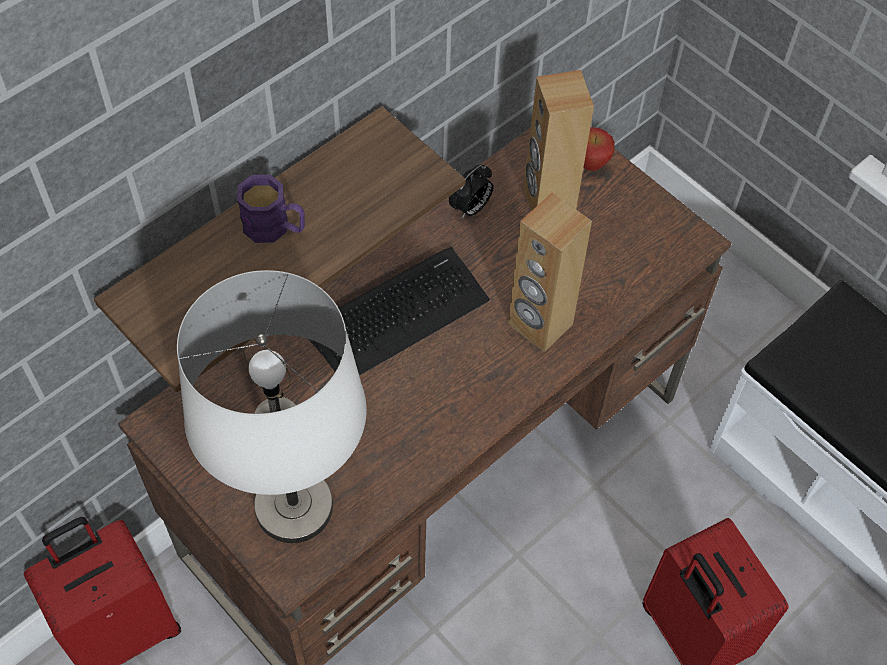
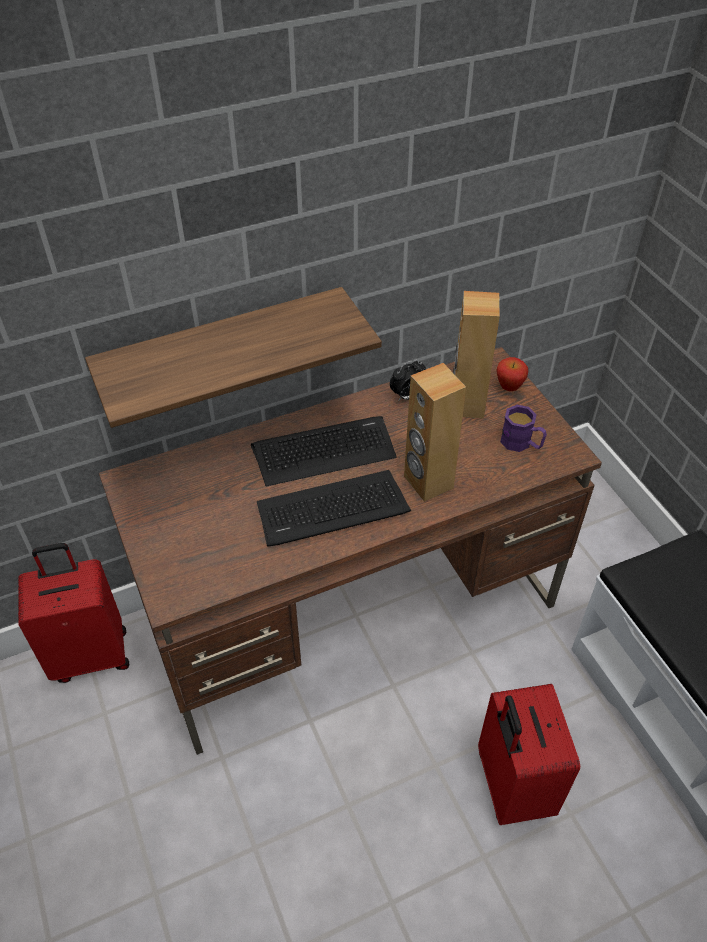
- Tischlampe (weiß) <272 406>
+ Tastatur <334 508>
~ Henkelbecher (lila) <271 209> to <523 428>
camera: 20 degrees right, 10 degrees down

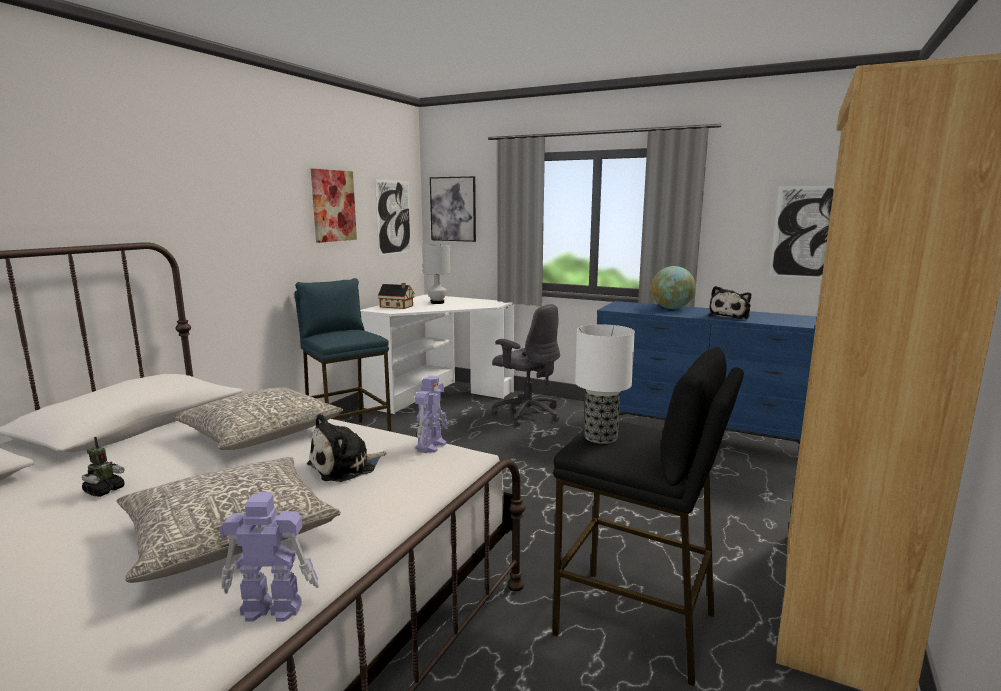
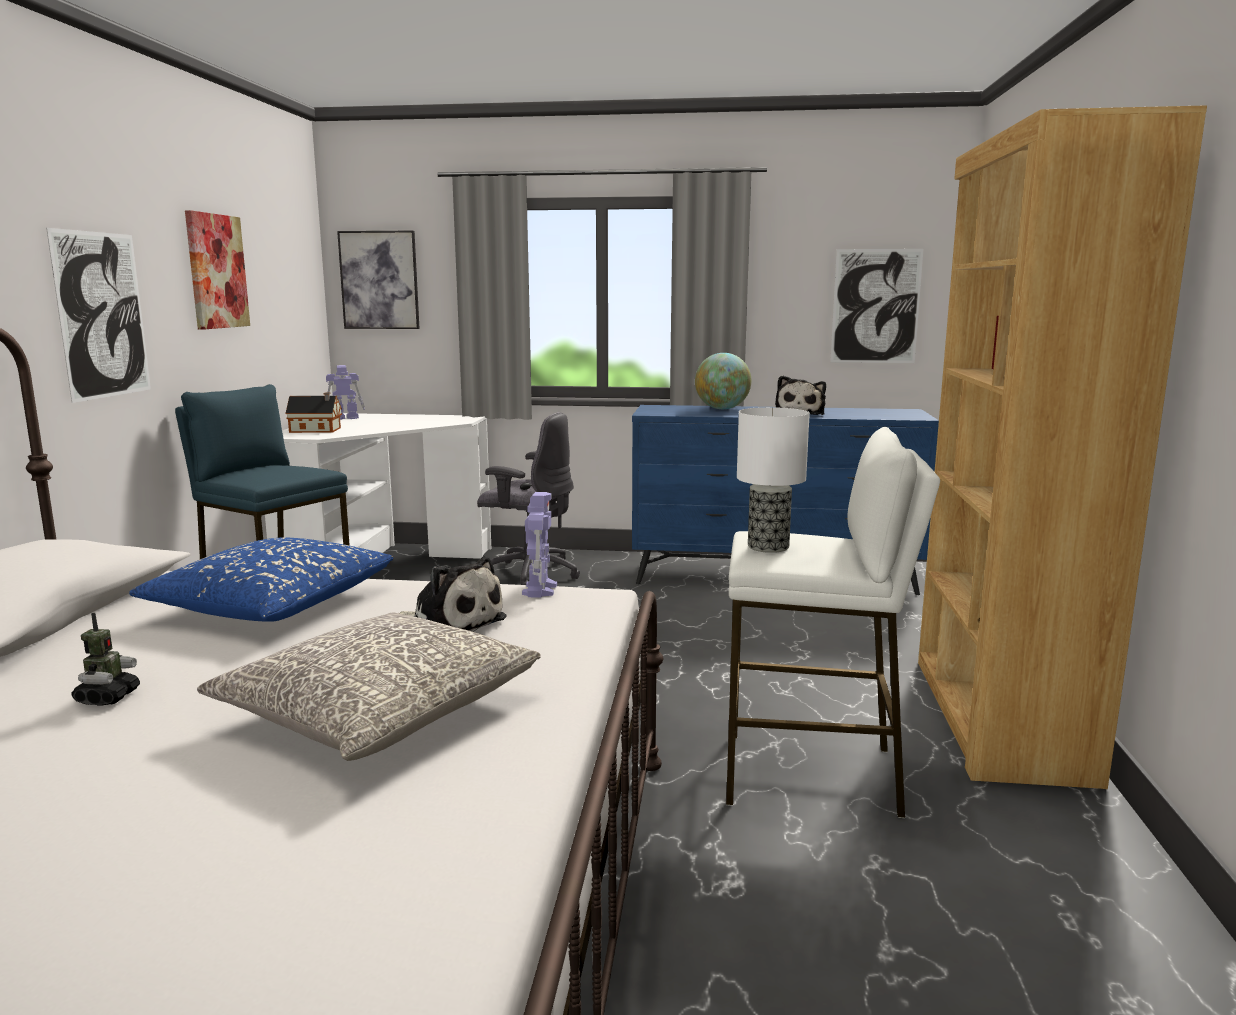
- Tischlampe (weiß) <436 274>
~ Spielzeugroboter <269 556> to <345 392>
~ Bild <393 217> to <98 315>
~ Kissen (grau) <258 418> to Kissen (blau) <261 579>
~ Hocker (schwarz) <648 516> to Hocker (weiß) <833 622>
~ Plüschtier <347 447> = <453 594> 90 degrees counterclockwise
camera: 20 degrees left, 0 degrees up

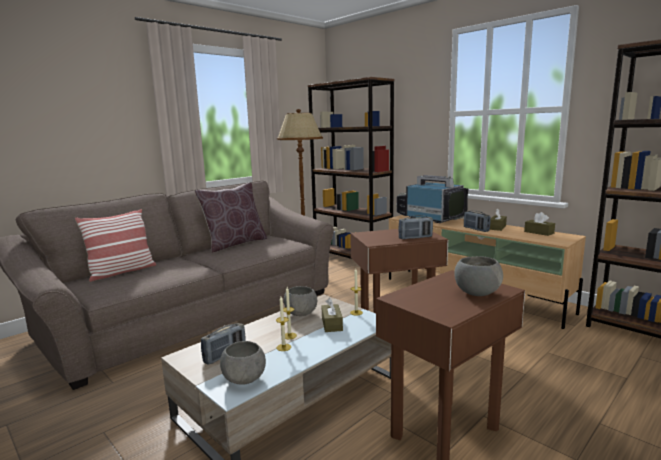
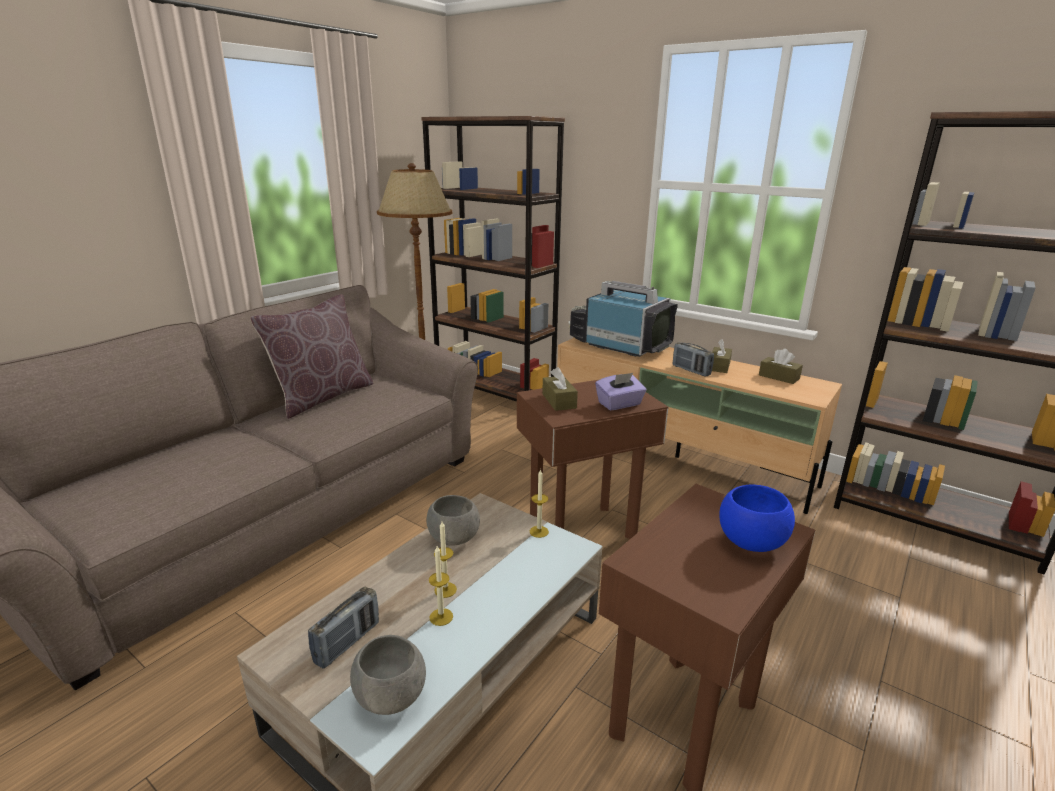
- Kissen <115 245>
~ Taschentuchbox (braun) <332 315> to <560 389>
~ Radio <415 227> to Taschentuchbox (lila) <621 391>
~ Schüssel (grau) <478 276> to Schüssel (blau) <757 518>
camera: 10 degrees left, 10 degrees up

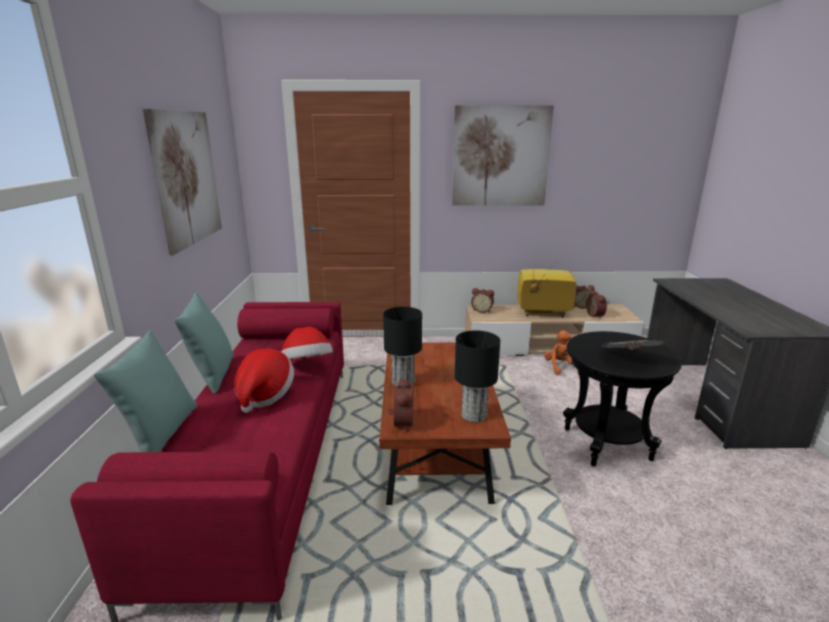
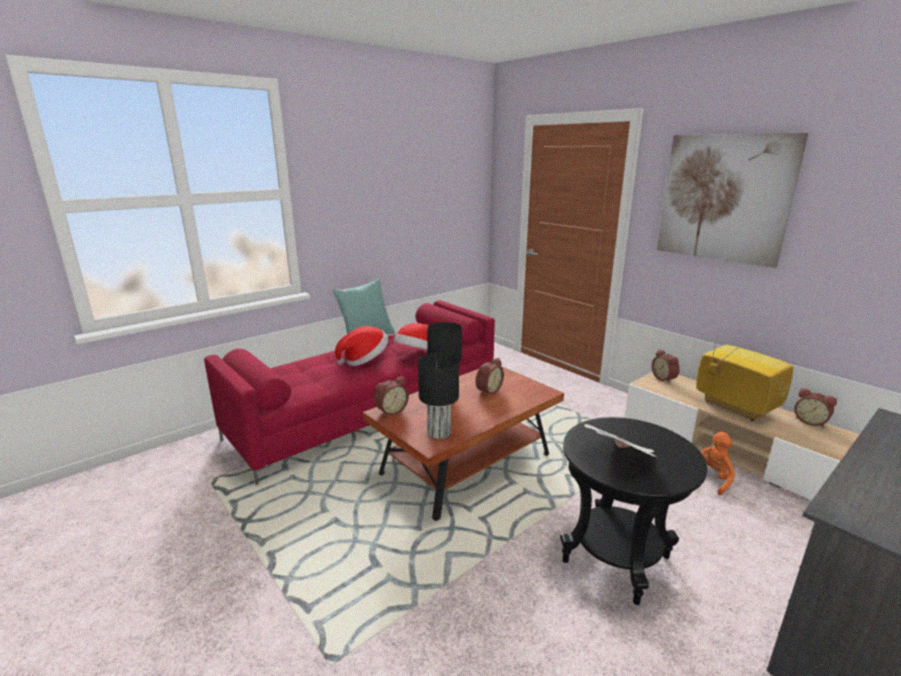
- Kissen (türkis) <145 391>
- Bild <182 182>
~ Wecker <596 304> to <490 377>
camera: 50 degrees right, 0 degrees up

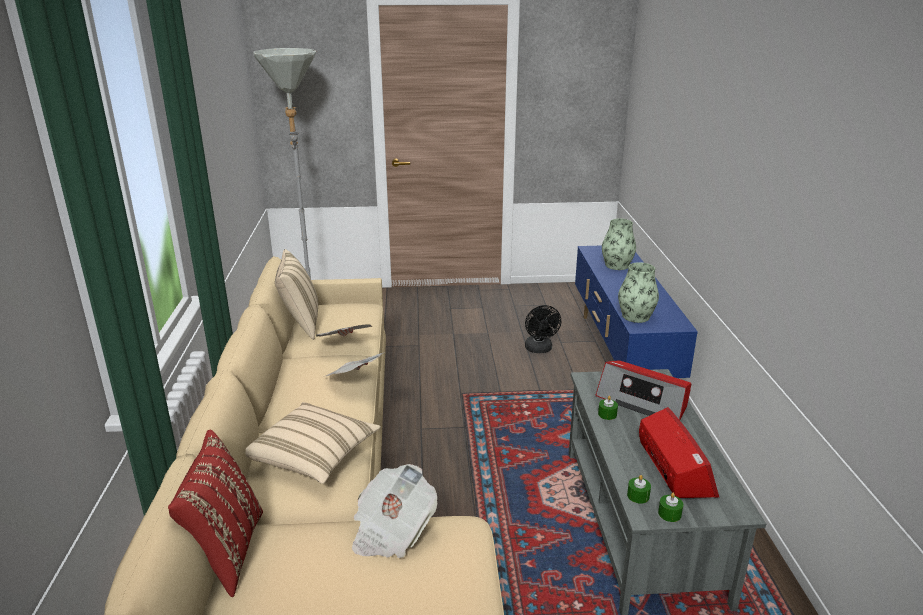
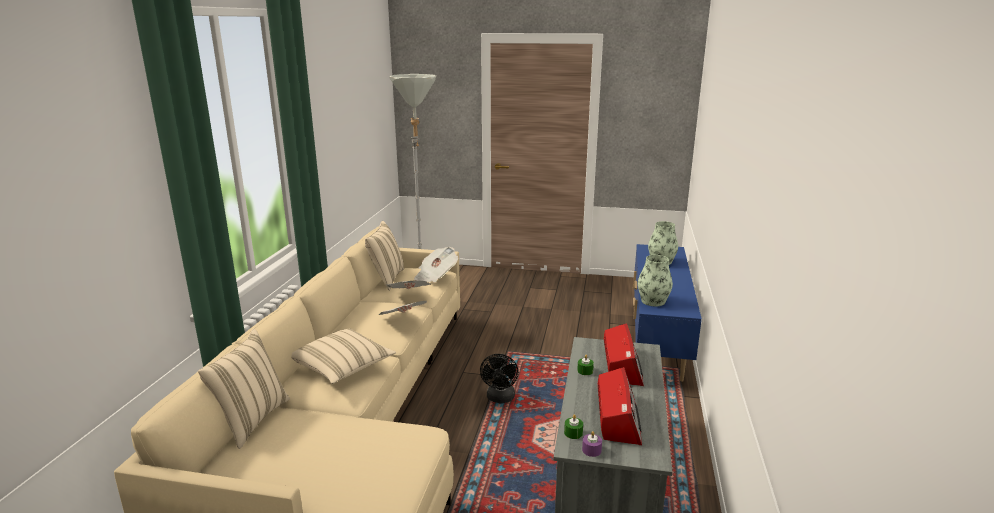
~ Zeitung <395 511> to <436 264>
~ Ventilator (schwarz) <543 329> to <499 378>
~ Kissen (rot) <215 513> to Kissen (beige) <244 389>
~ Kerze (grün) <670 507> to Kerze (lila) <592 444>
~ Radio <643 390> = <624 354> 135 degrees counterclockwise
camera: 15 degrees right, 5 degrees down

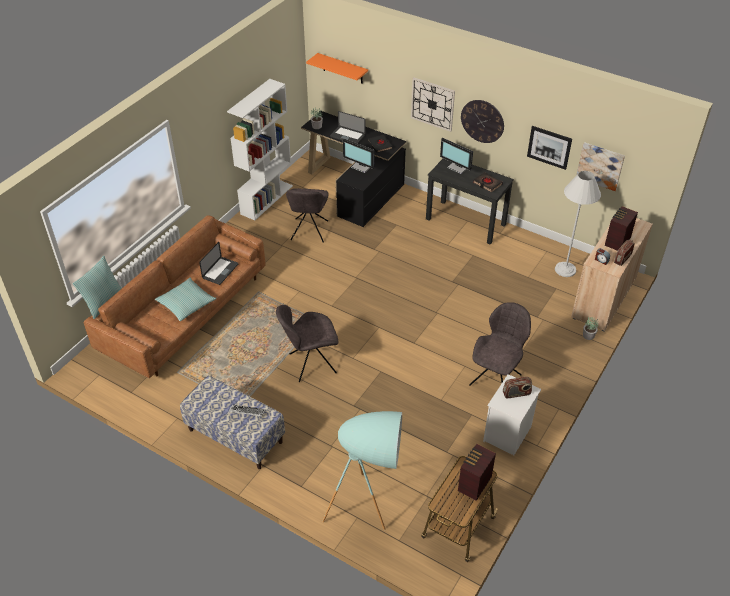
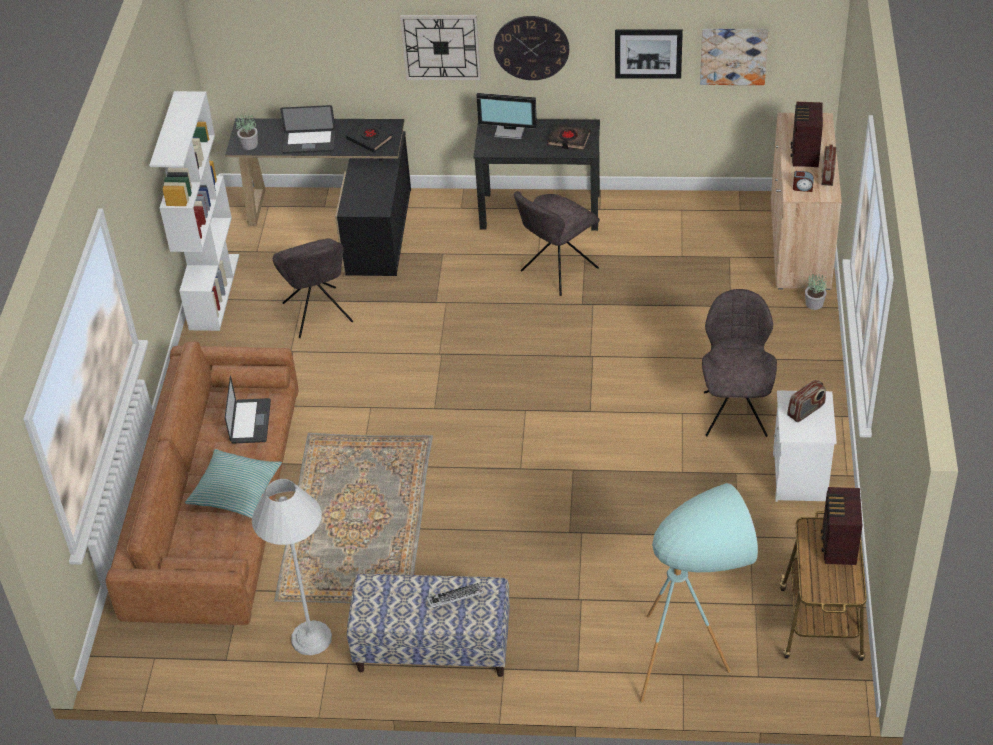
- Kissen <97 287>
- Wandregal (orange) <337 68>
- Monitor <359 156>
~ Stuhl (grau) <307 343> to <557 243>
~ Stehlampe (weiß) <578 224> to <292 567>
camera: 25 degrees left, 0 degrees up

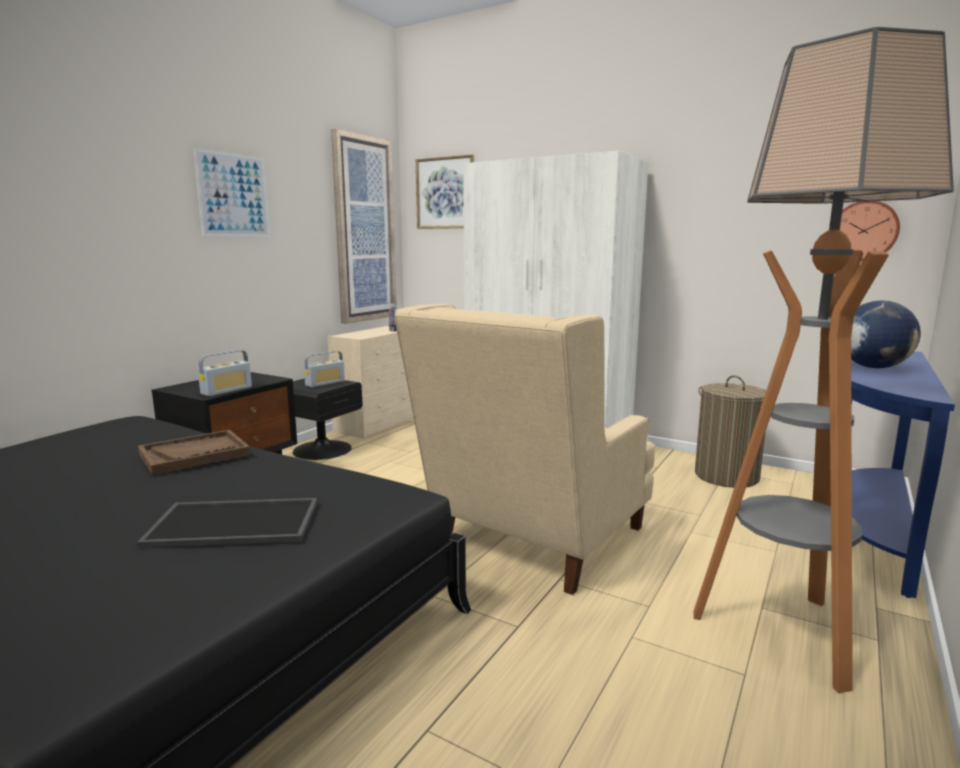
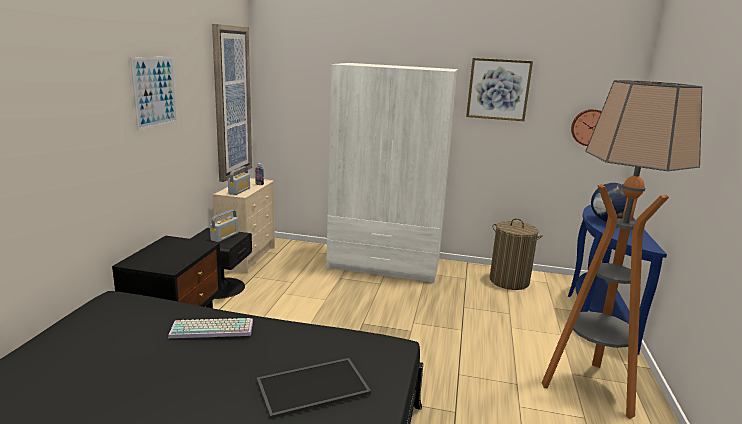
- Sessel (beige) <525 449>
~ Radio <225 373> to <239 181>
~ Bild <445 192> to <499 89>
~ Tablett (braun) <194 452> to Tastatur <210 328>
camera: 20 degrees left, 5 degrees up

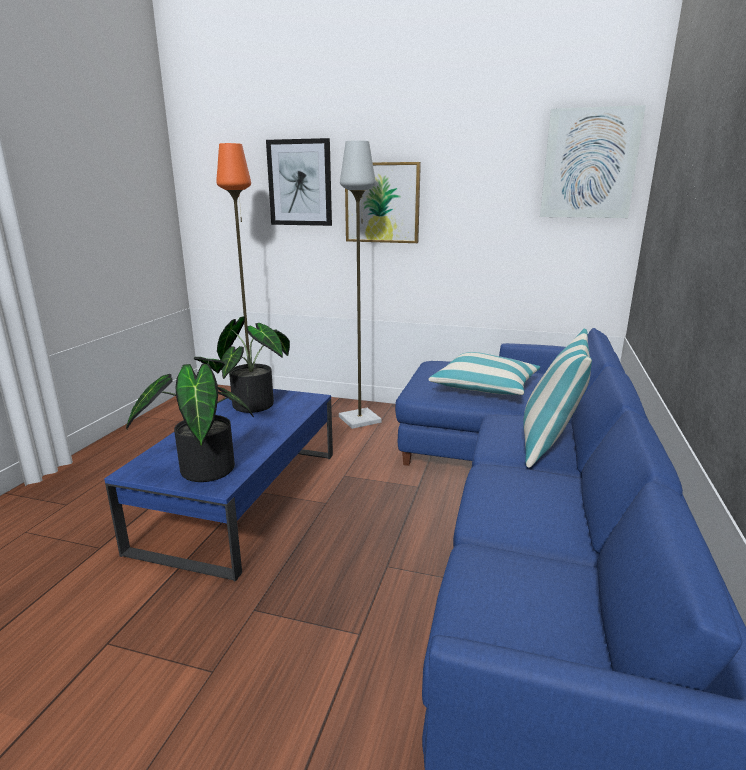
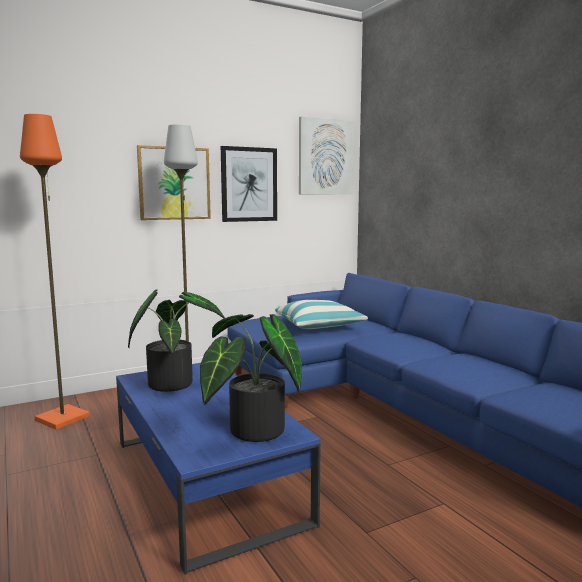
- Kissen <557 398>
~ Bild <299 182> to <249 184>
camera: 45 degrees left, 10 degrees down

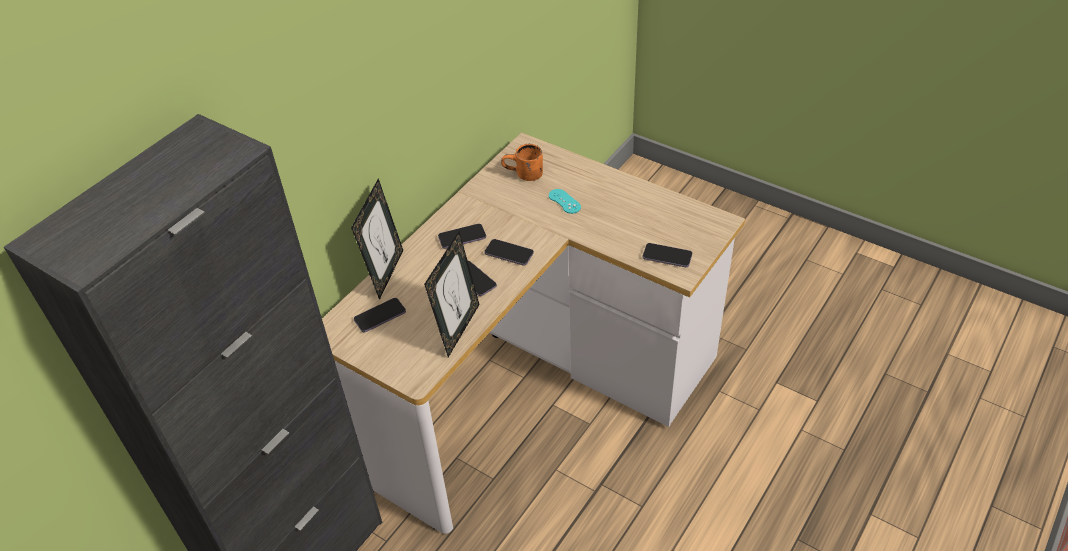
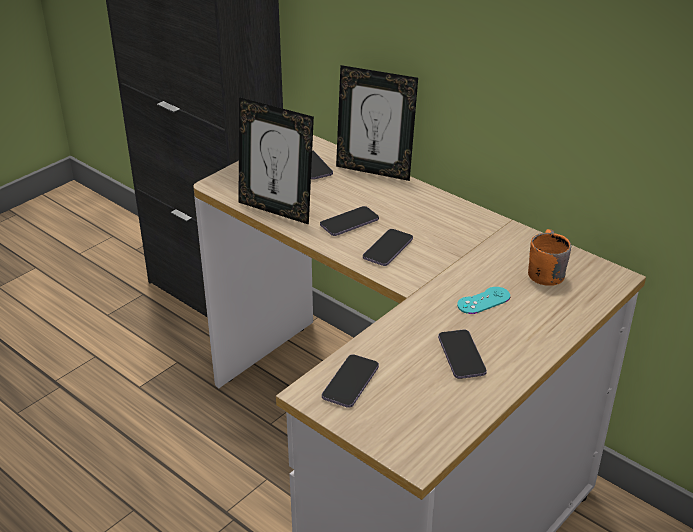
~ Handy <462 236> to <462 354>
camera: 95 degrees right, 10 degrees down

